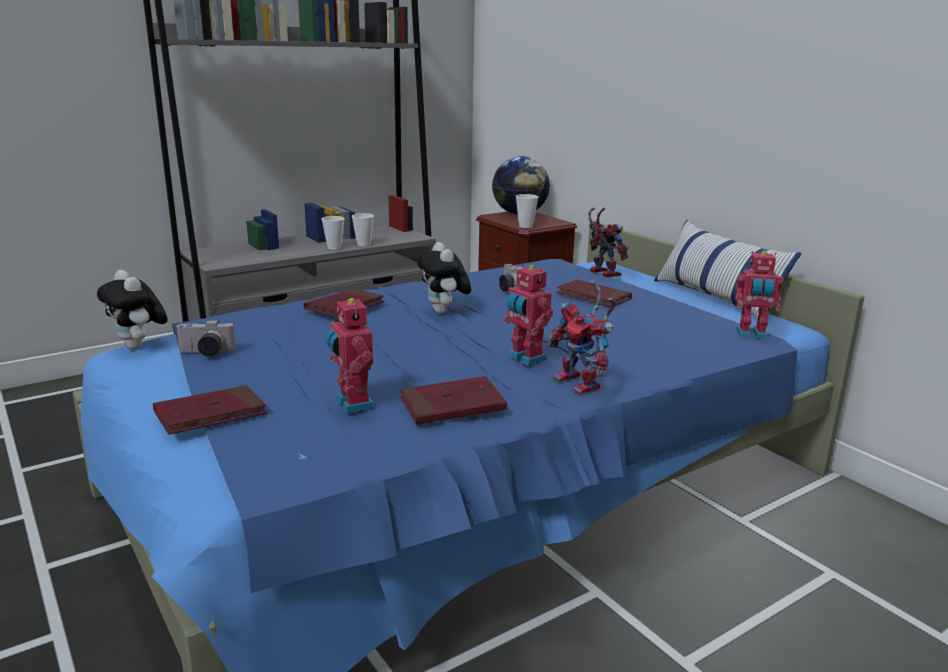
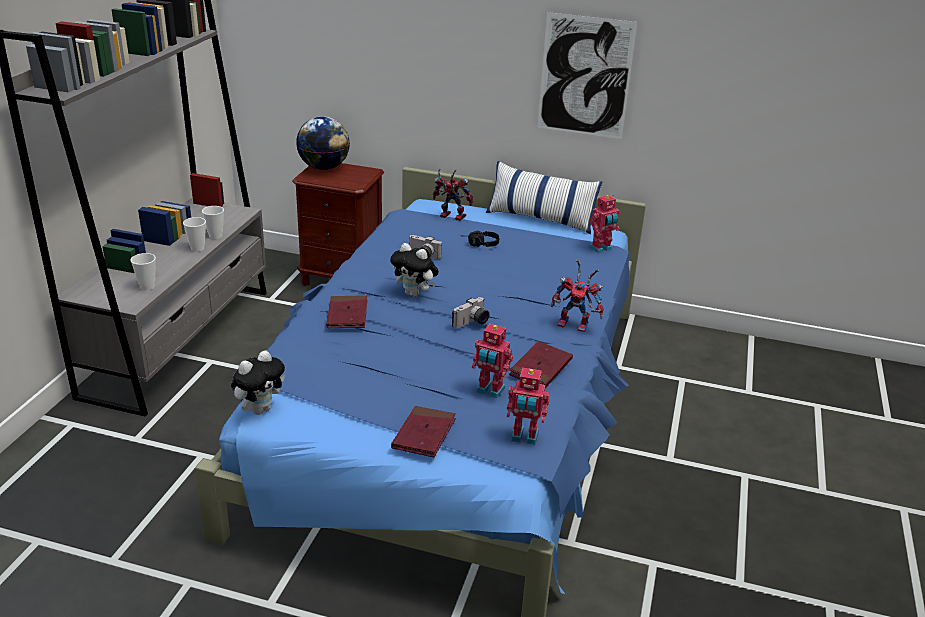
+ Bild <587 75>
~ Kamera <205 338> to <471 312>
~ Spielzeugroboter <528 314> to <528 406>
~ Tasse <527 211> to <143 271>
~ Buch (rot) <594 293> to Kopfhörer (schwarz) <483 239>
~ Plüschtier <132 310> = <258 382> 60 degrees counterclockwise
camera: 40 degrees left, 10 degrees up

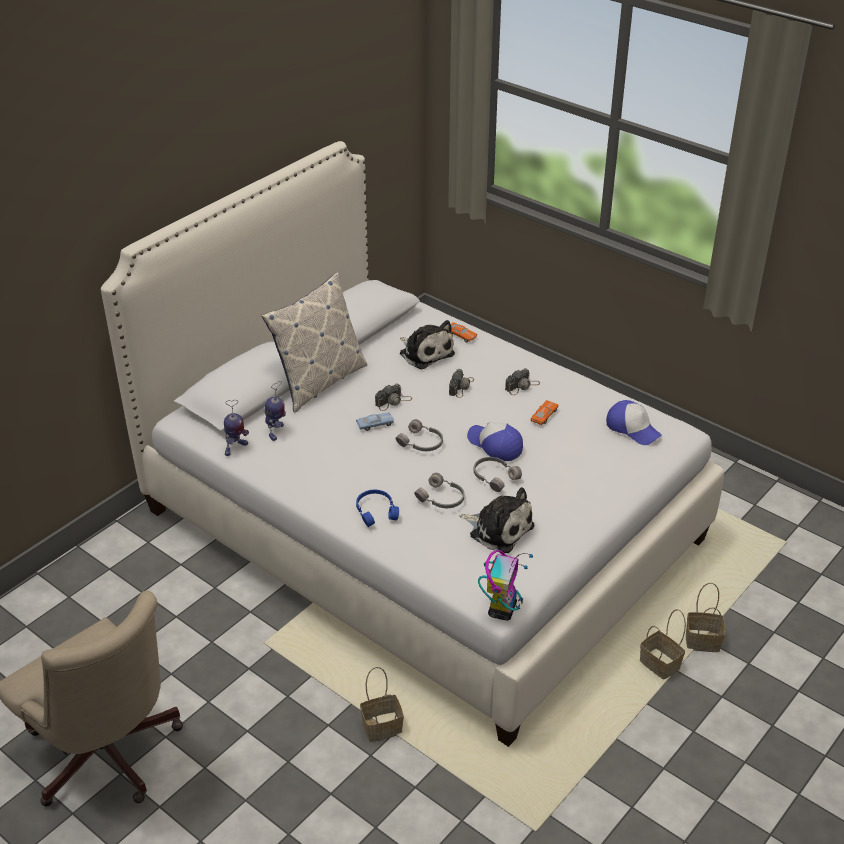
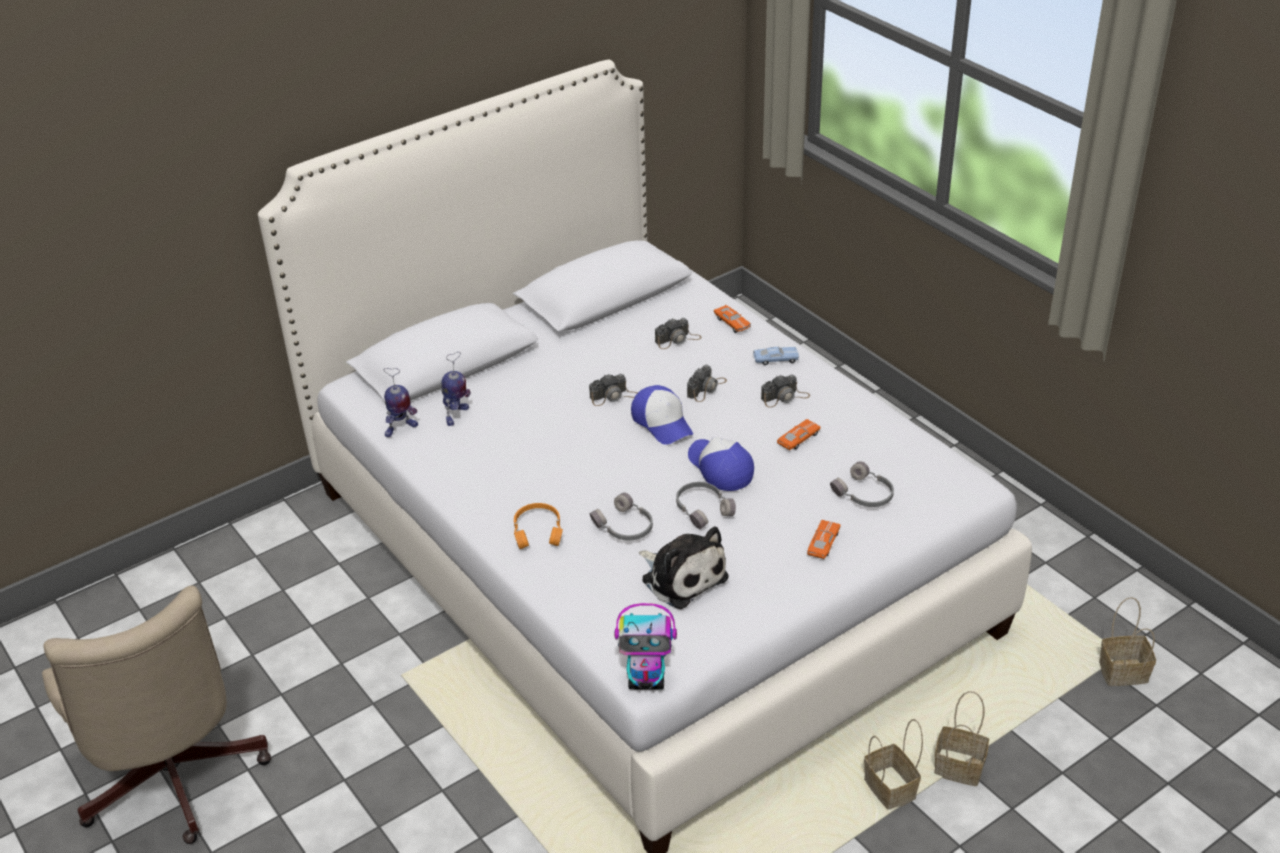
- Kissen <314 342>
+ Spielzeugauto (orange) <824 539>
~ Spielzeugauto (blau) <375 421> to <776 356>
~ Korb <382 704> to <1127 641>
~ Kopfhörer (grau) <419 435> to <862 484>
~ Kappe <634 422> to <662 415>
~ Plüschtier <427 344> to Kamera <678 333>
~ Kopfhörer (blau) <377 508> to Kopfhörer (orange) <538 526>
~ Spielzeugroboter <505 585> = <646 646> 60 degrees clockwise
camera: 15 degrees right, 0 degrees up

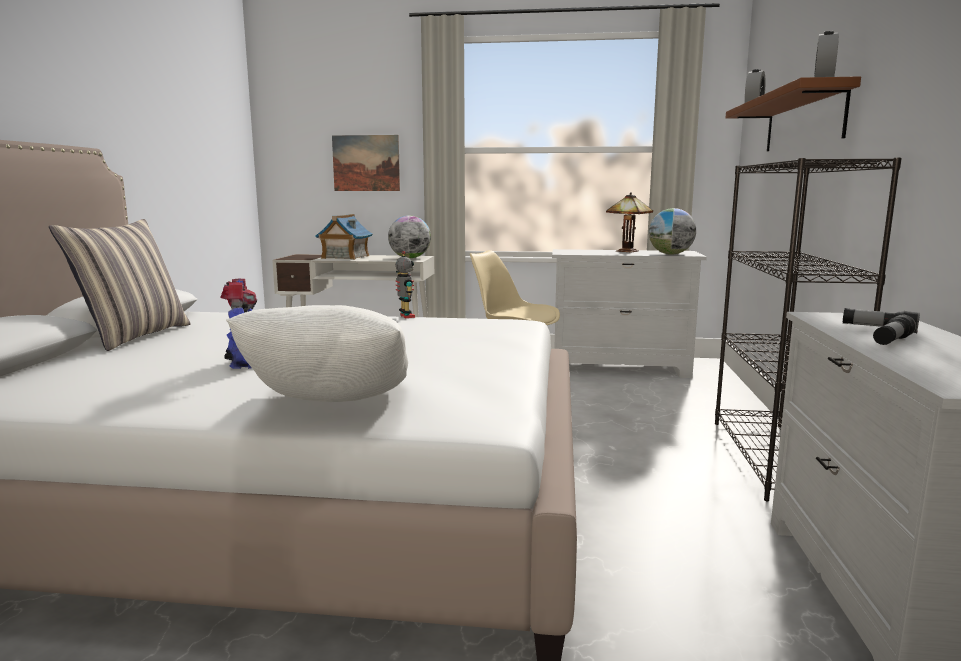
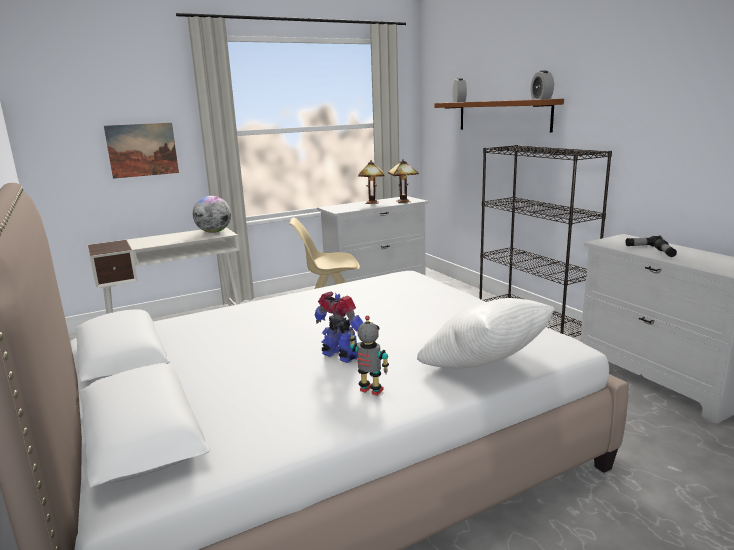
- Kissen <120 285>
- Spielzeughaus <343 237>
~ Spielzeugroboter <405 284> to <369 355>
~ Globus <672 231> to Tischlampe <403 181>
camera: 35 degrees left, 5 degrees up

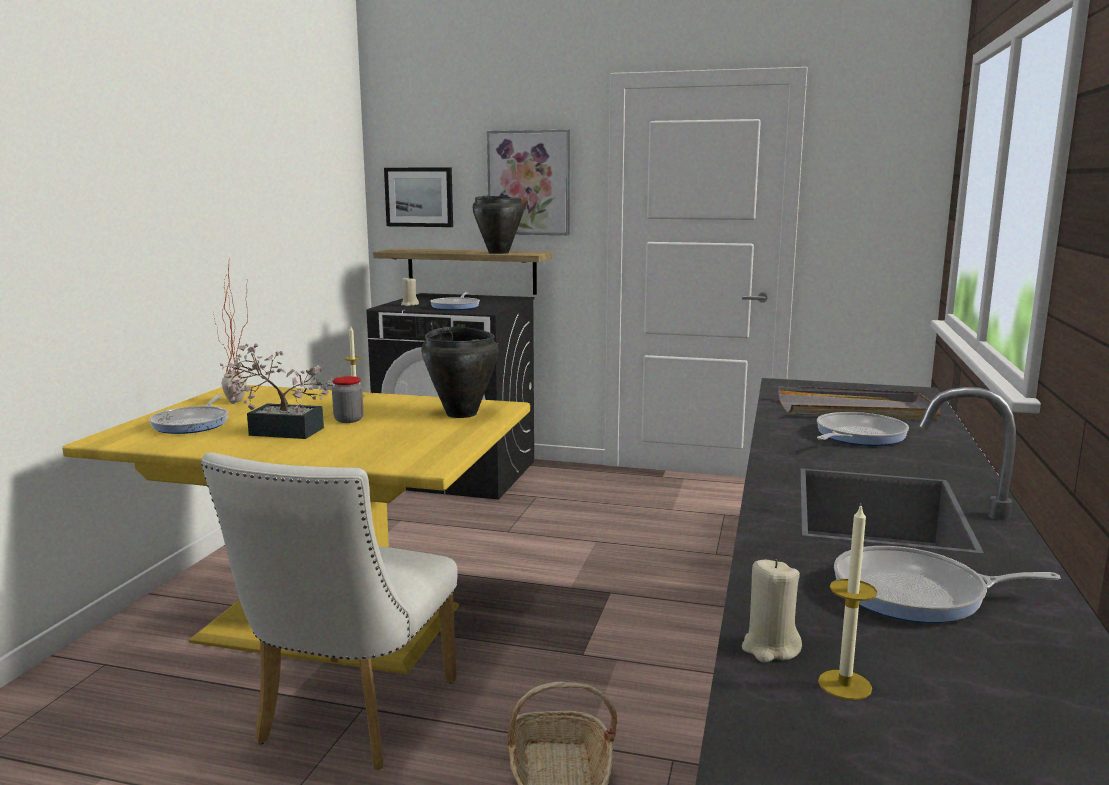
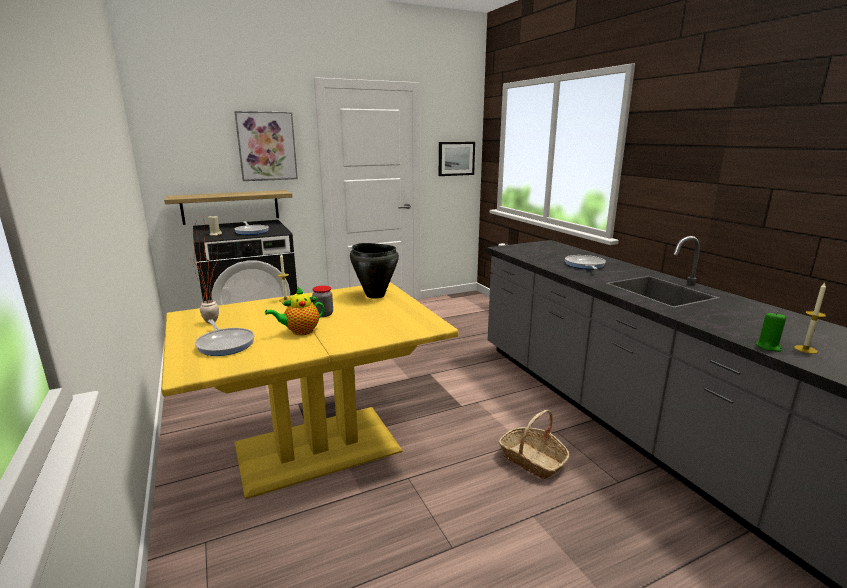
- Stuhl (weiß) <329 611>
- Kochtopf (schwarz) <498 225>
- Tablett (grau) <859 403>
- Pfanne <947 584>
~ Bild <418 197> to <457 159>
~ Topfpflanze <277 391> to Teekanne <295 311>
~ Kerze (beige) <772 611> to Kerze (grün) <771 332>
camera: 40 degrees left, 5 degrees up

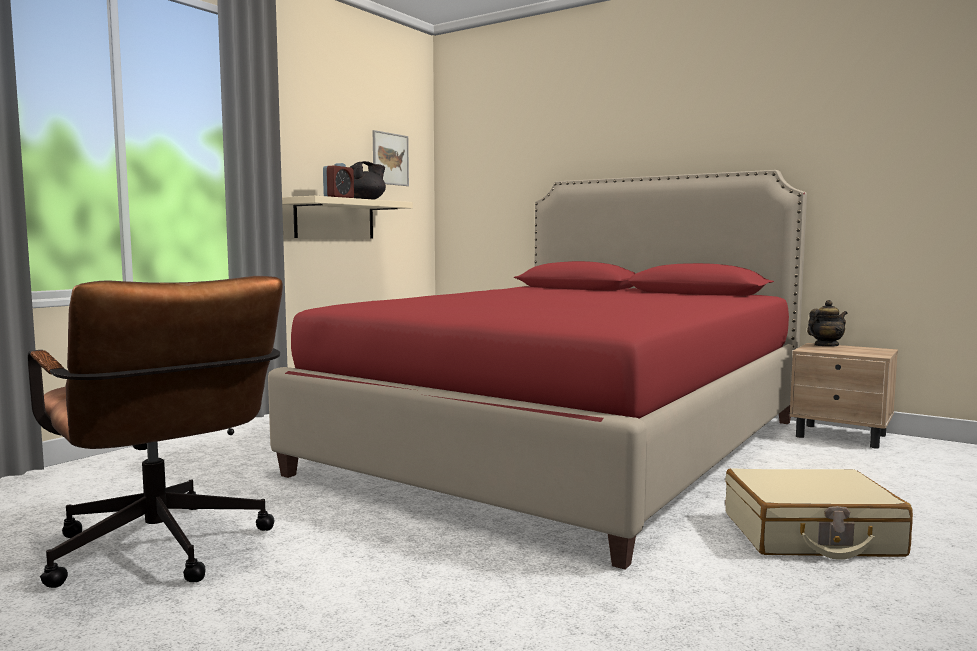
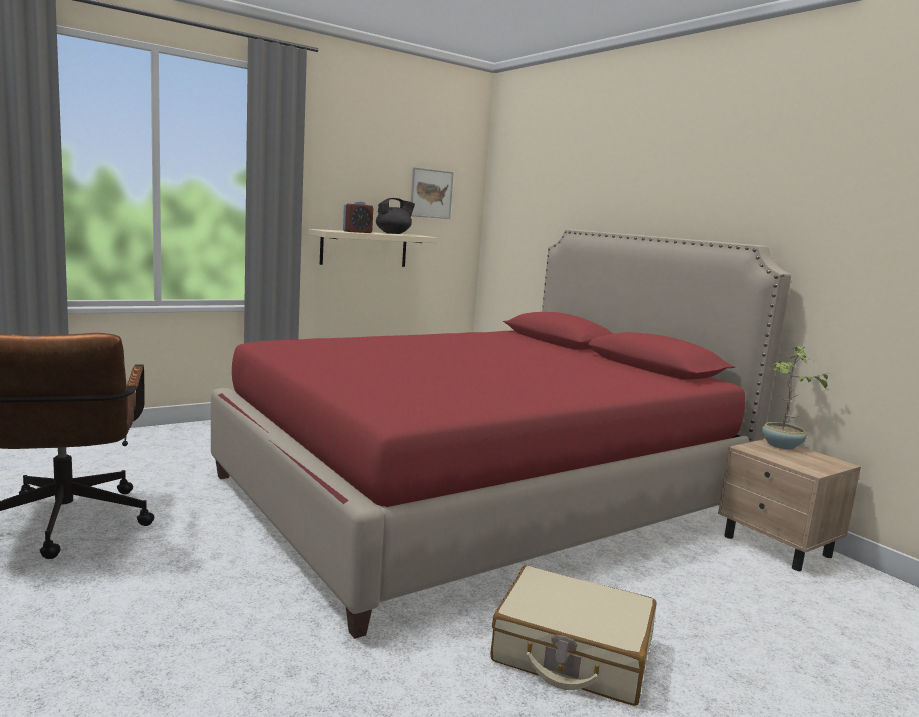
~ Teekanne <827 323> to Topfpflanze <797 397>
camera: 20 degrees right, 5 degrees up

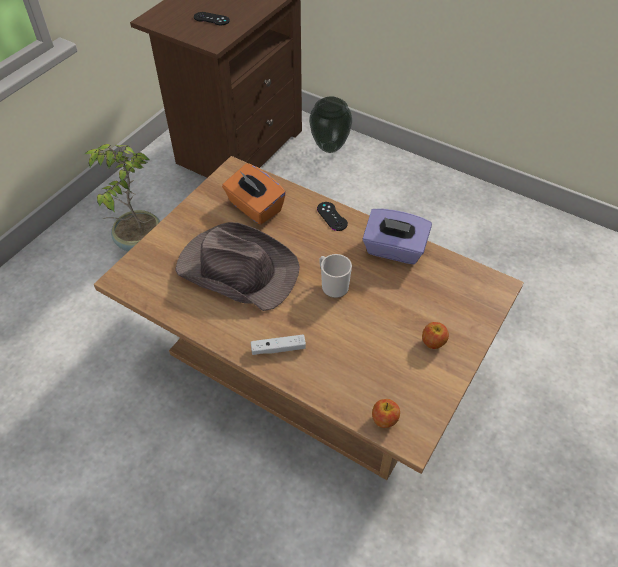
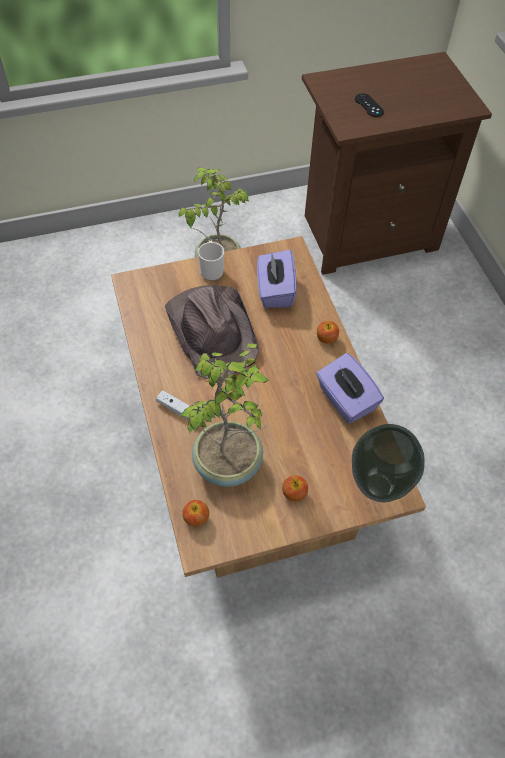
+ Topfpflanze <225 415>
~ Vase <330 124> to <388 463>
~ Henkelbecher <335 276> to <211 261>
~ Gamepad (schwarz) <332 216> to Apfel <328 332>
~ Taschentuchbox (orange) <254 194> to Taschentuchbox (lila) <277 279>
camera: 40 degrees right, 5 degrees up

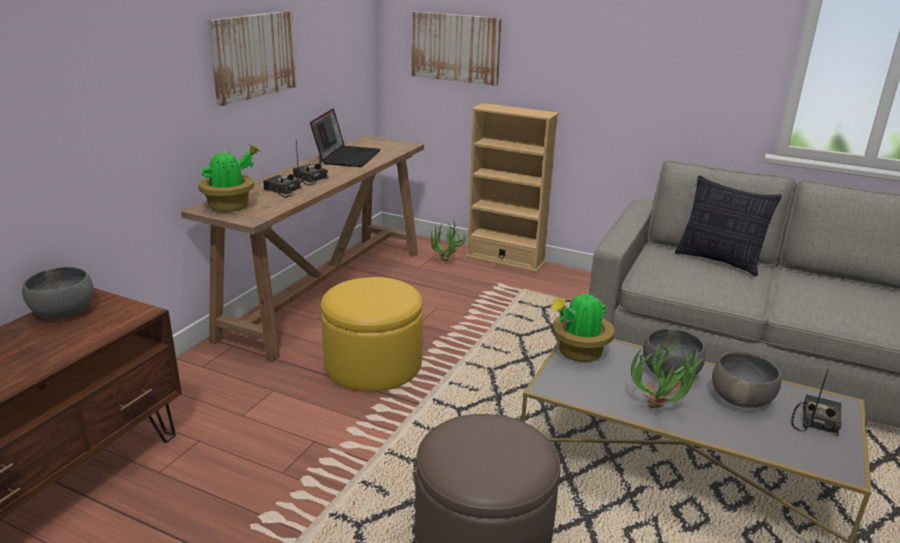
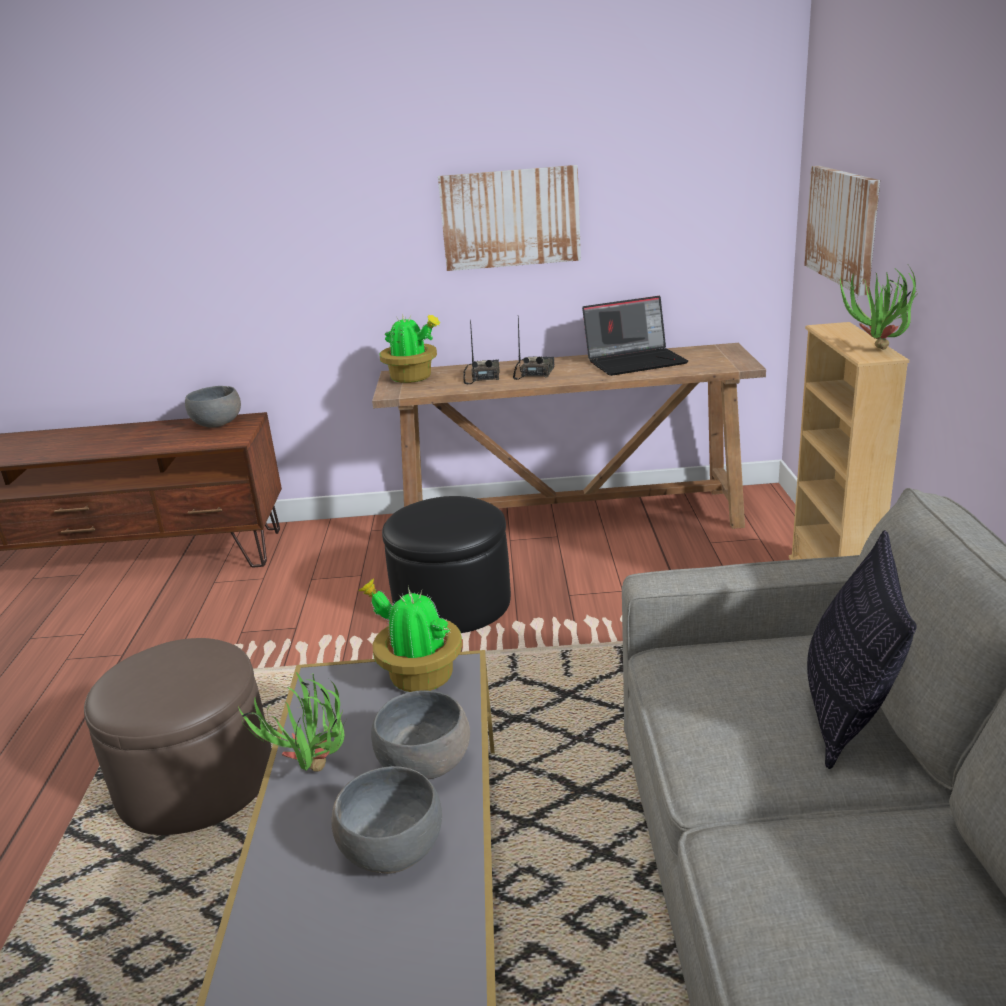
- Radio <816 403>
~ Topfpflanze <449 241> to <879 309>
~ Polsterhocker (gelb) <372 334> to Polsterhocker (schwarz) <446 564>
camera: 65 degrees right, 0 degrees up

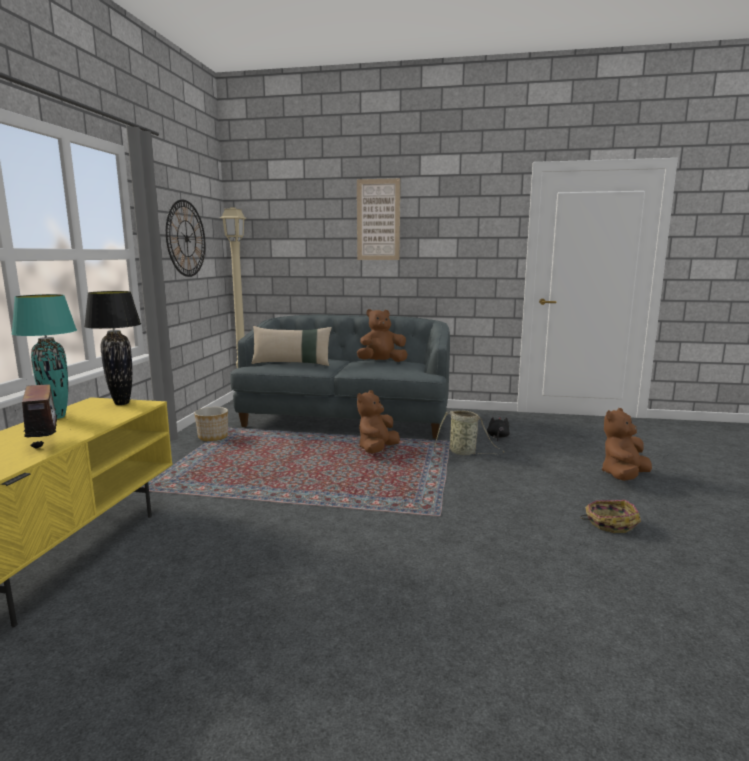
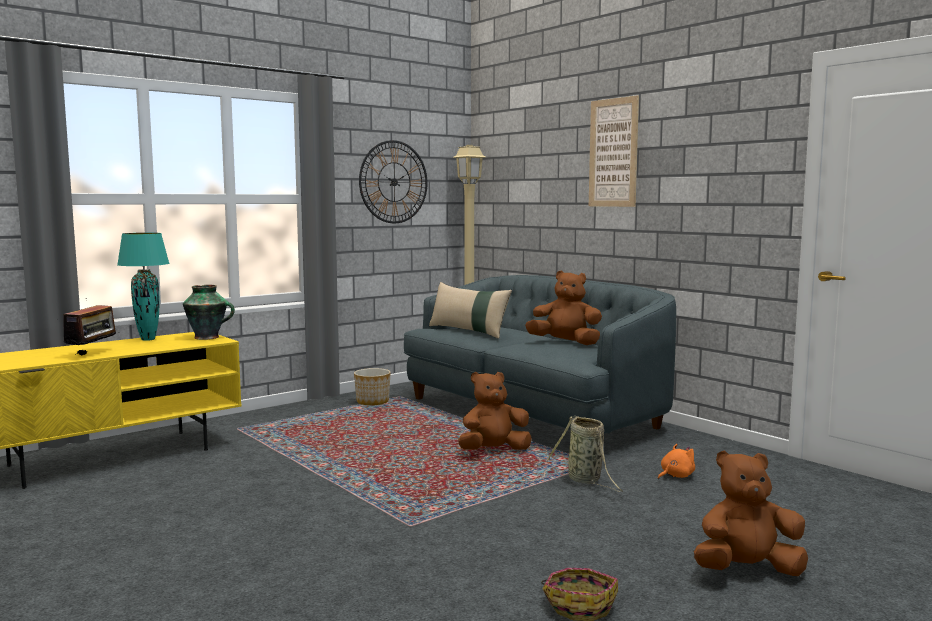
~ Tischlampe (schwarz) <112 348> to Vase <209 312>
~ Plüschtier (schwarz) <498 429> to Plüschtier (orange) <676 461>
camera: 40 degrees right, 5 degrees down

